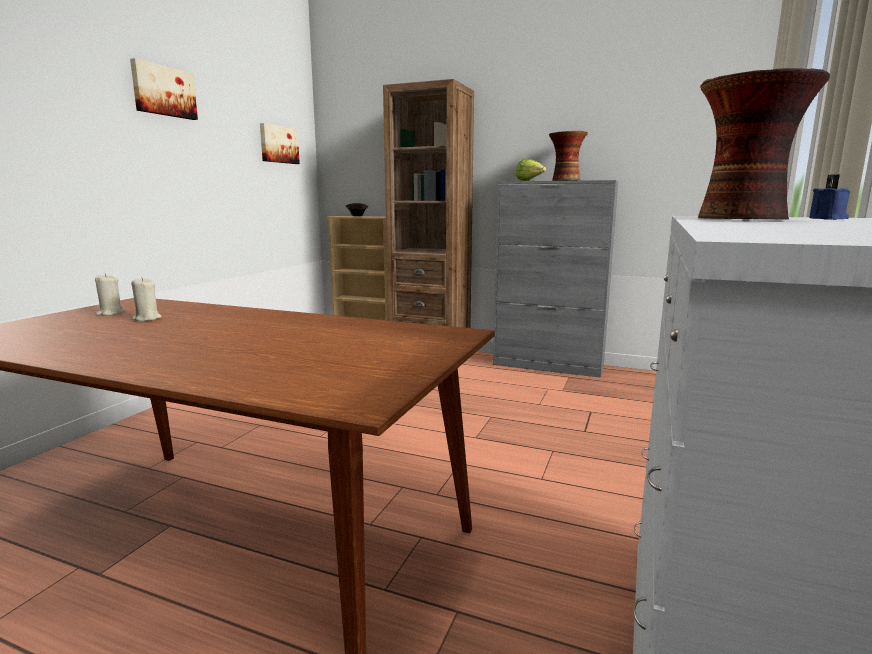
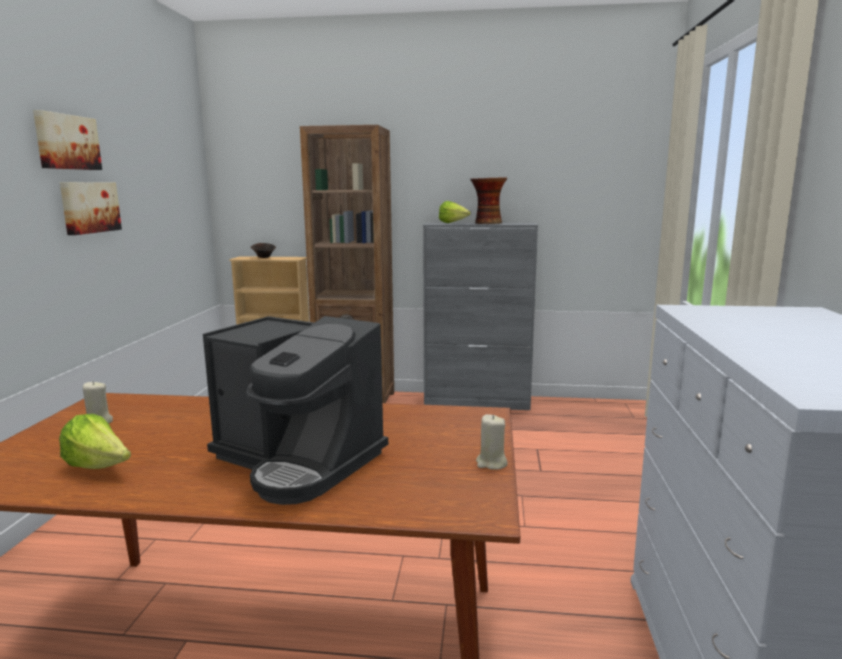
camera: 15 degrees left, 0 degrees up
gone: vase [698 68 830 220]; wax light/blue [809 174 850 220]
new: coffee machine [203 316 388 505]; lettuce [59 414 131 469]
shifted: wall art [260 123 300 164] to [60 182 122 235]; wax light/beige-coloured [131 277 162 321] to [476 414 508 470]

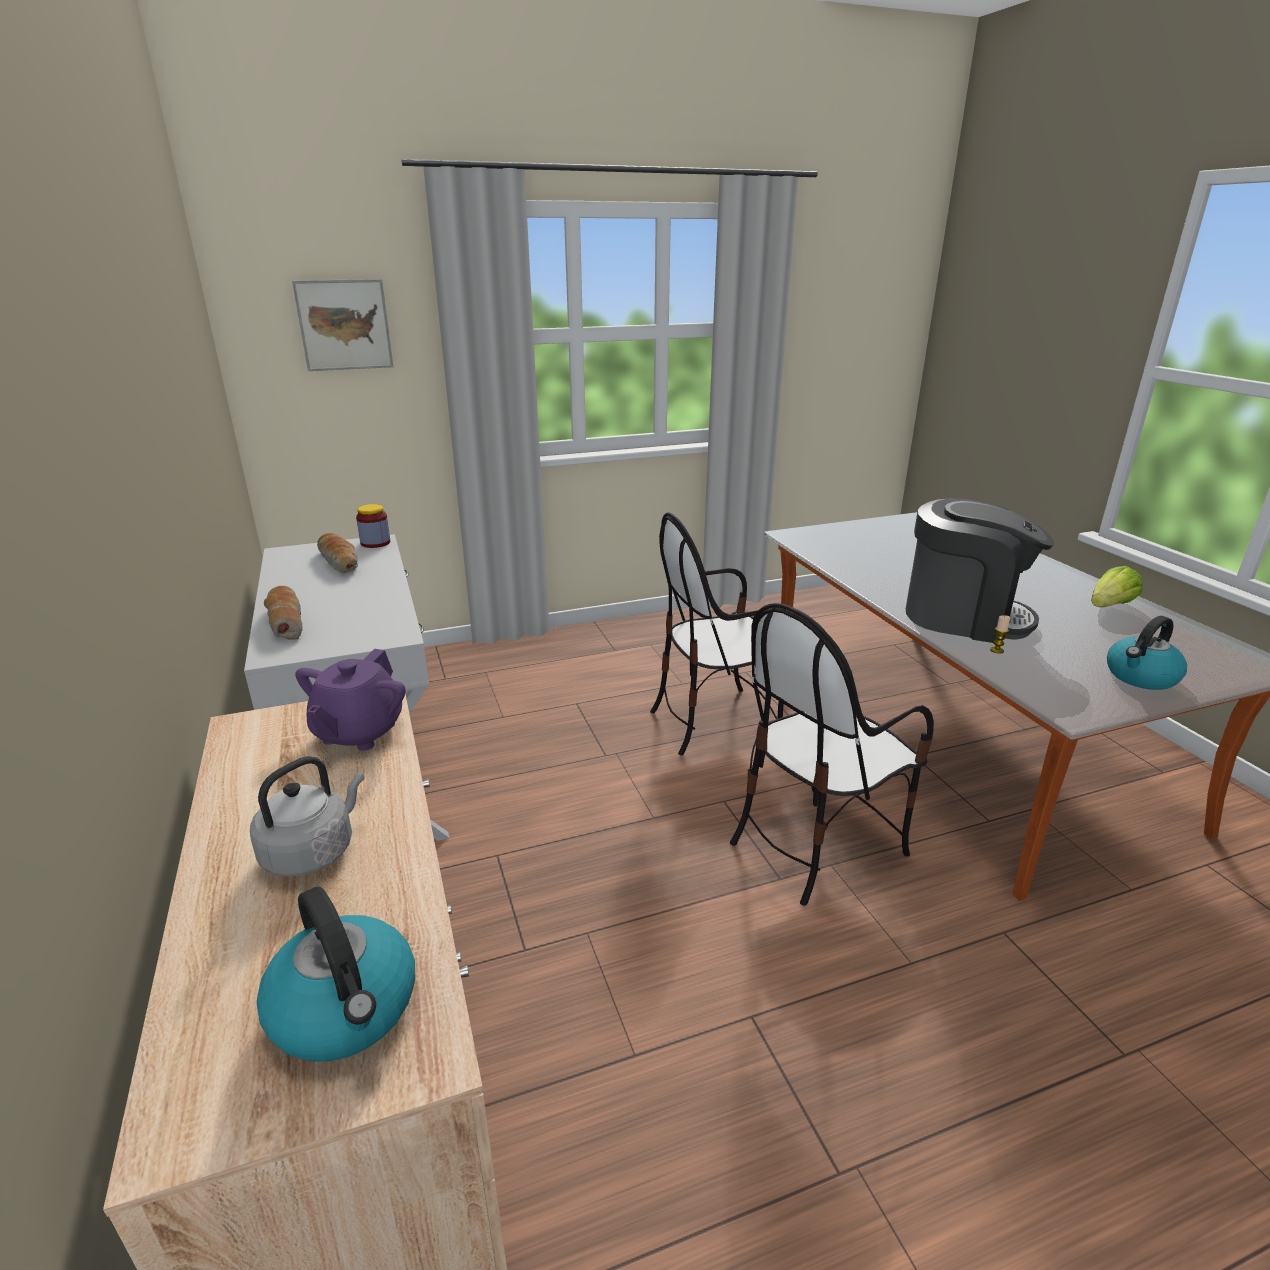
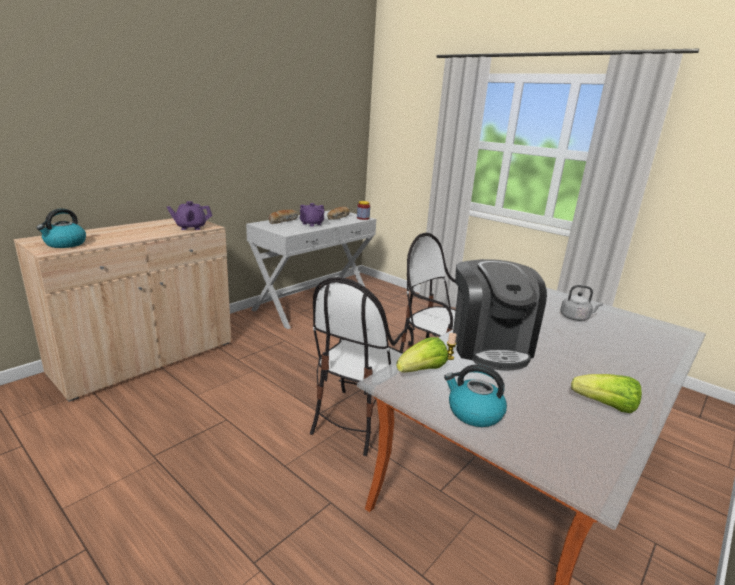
camera: 60 degrees right, 5 degrees down
gone: wall art [292 279 393 371]
new: pot for tea/purple [300 203 325 227]; lettuce [396 337 448 372]
shifted: tea kettle/greyish [250 756 365 877] to [561 285 603 321]
rotated: upright chair [730 603 934 906] = [310 277 414 456] 90 degrees counterclockwise

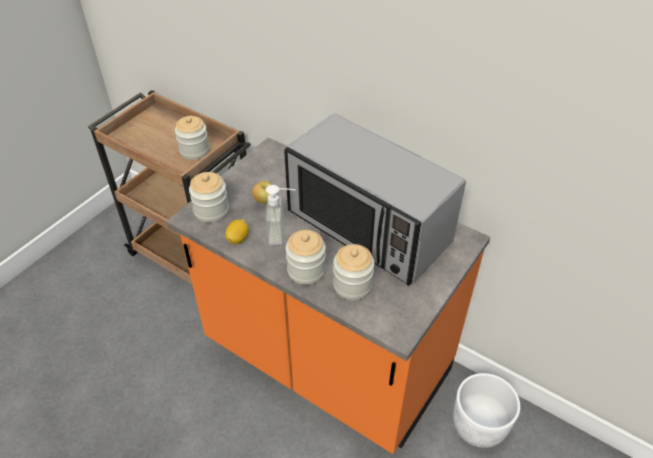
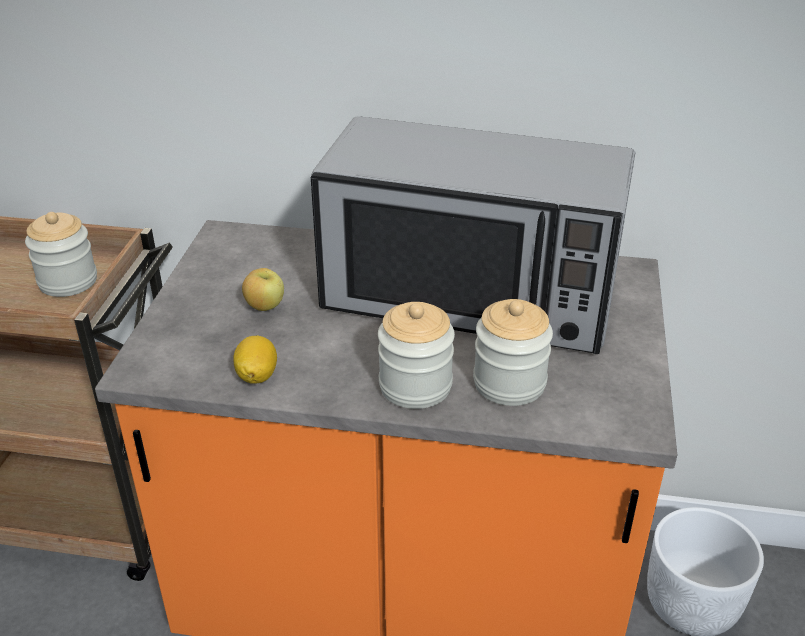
camera: 25 degrees left, 10 degrees down
gone: storage jar [189 172 229 223]; soap dispenser [266 185 296 245]

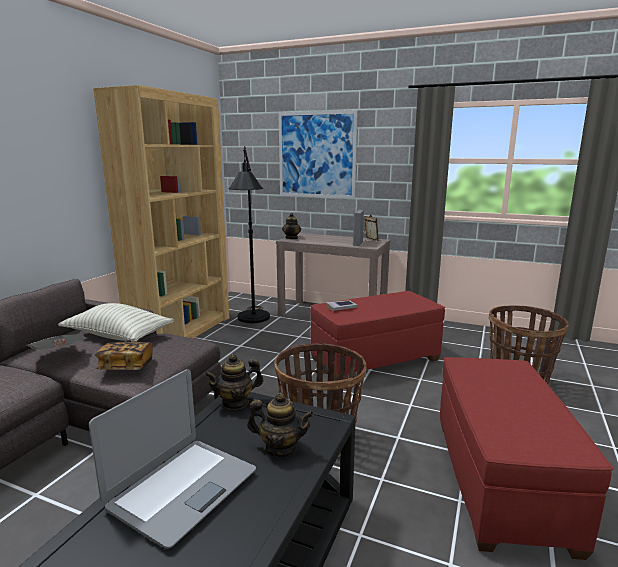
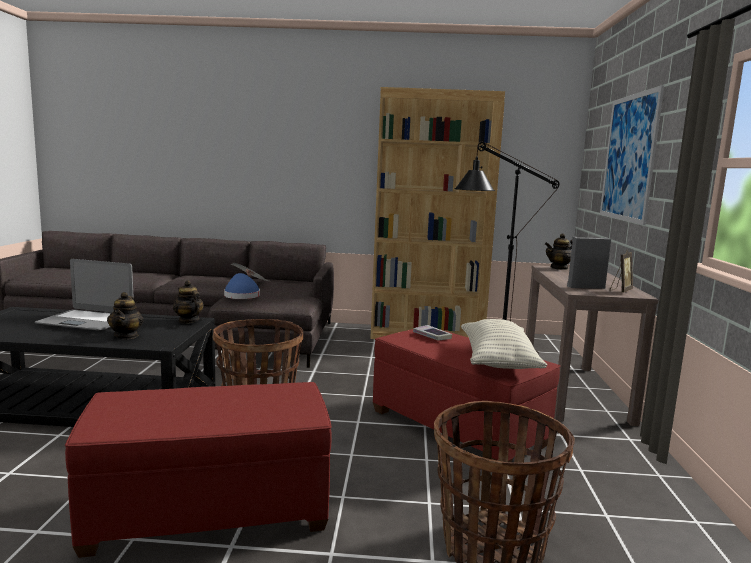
camera: 70 degrees right, 5 degrees down
shifted: cushion [58 303 174 342] to [461 319 547 369]
swapped: bound book [95 342 153 370] to wearable hat/blue [224 273 260 299]

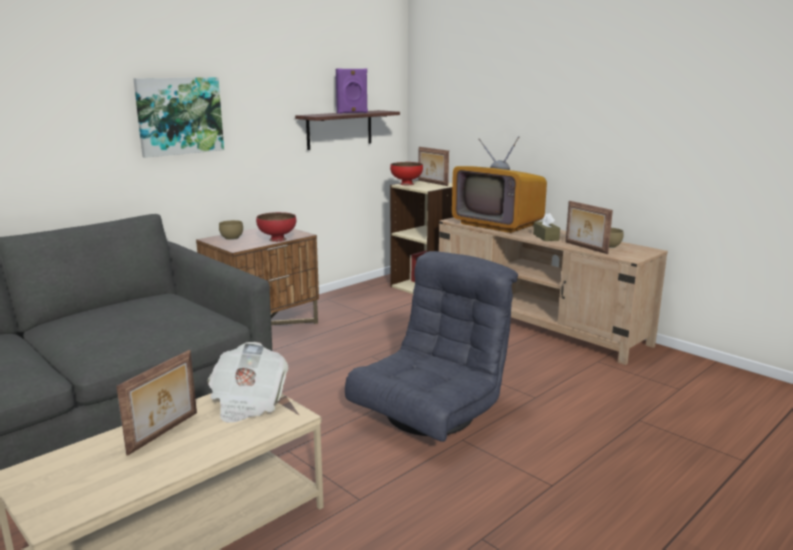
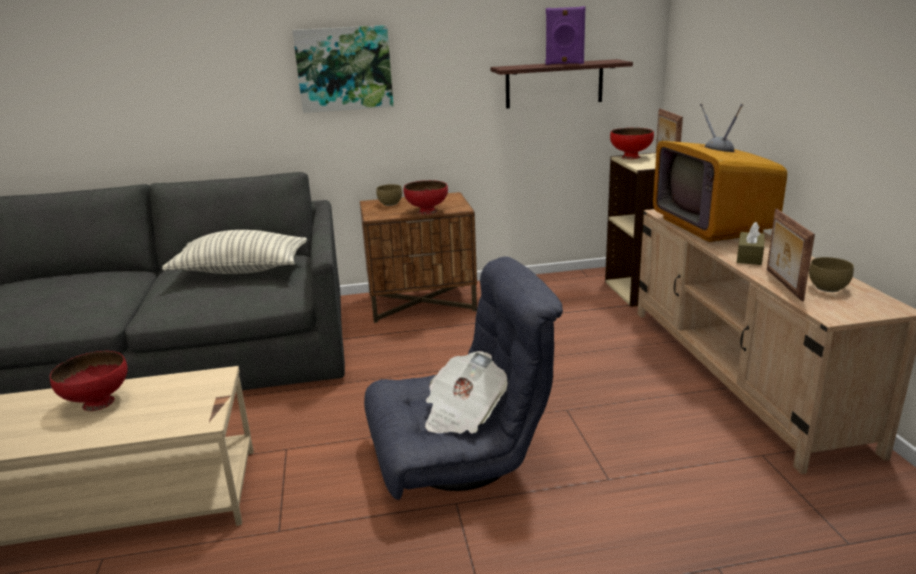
camera: 35 degrees right, 5 degrees up
new: cushion [162 230 307 274]
shifted: printed paper [208 342 289 423] to [425 351 508 434]
swapped: photo frame [116 350 197 456] to serving bowl/red [50 351 128 411]

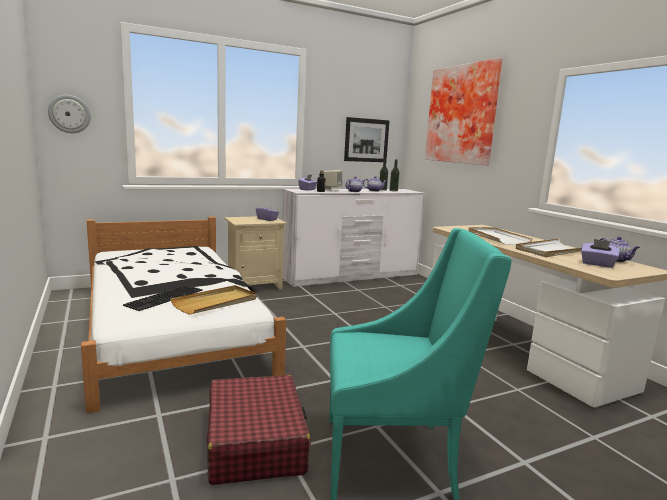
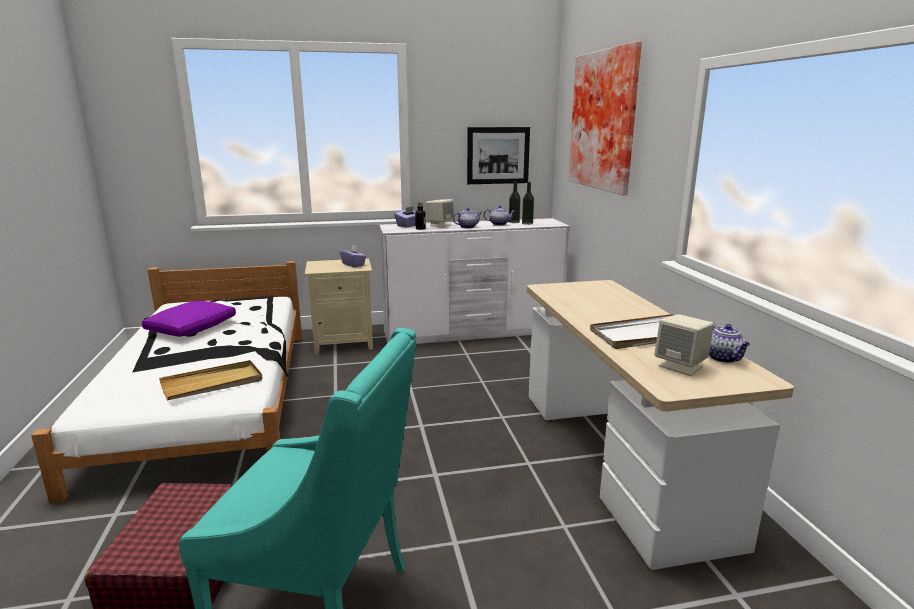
camera: 15 degrees right, 5 degrees up
gone: wall clock [48 95 91 133]; serving tray/whitish [468 227 533 245]; PC keyboard [123 285 203 311]
new: cushion/purple [142 301 236 337]
swapped: box of tissues/purple [581 239 620 268] to audio speaker/beige-coloured [654 314 714 376]

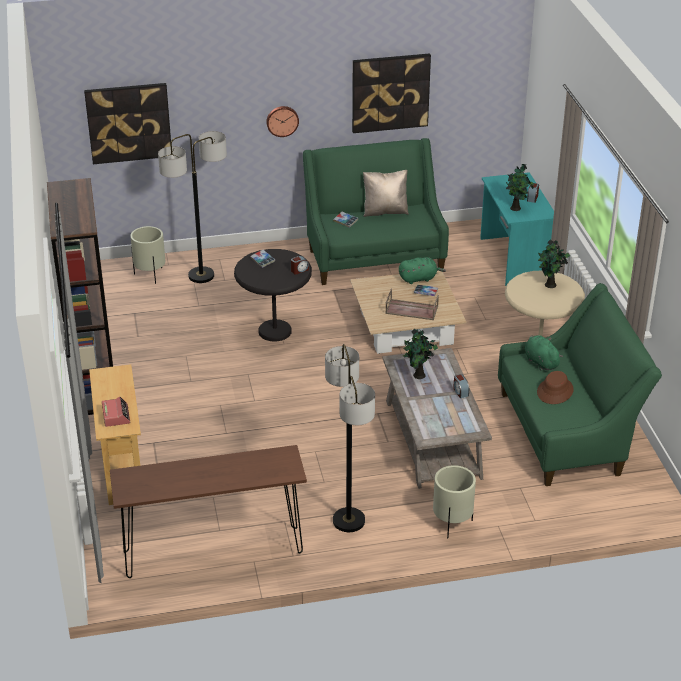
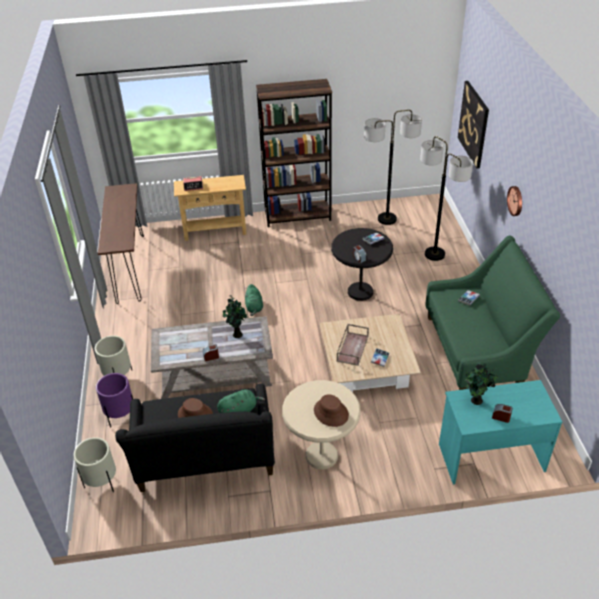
camera: 95 degrees right, 5 degrees up
gone: wall art [352 53 431 133]; cushion/beige-coloured [363 170 409 217]
new: flower pot/purple [96 373 133 428]
shifted: flower pot/beige-coloured [130 226 165 284] to [74 437 116 492]; soft toy/green [399 257 446 284] to [245 284 263 316]; standing lamp [325 344 375 532] to [364 110 422 225]
swapped: potted plant [538 239 570 288] to wearable hat/brown [314 394 349 427]
repainted: settee/green [498 283 662 486] to settee/blackish [115 384 275 492]

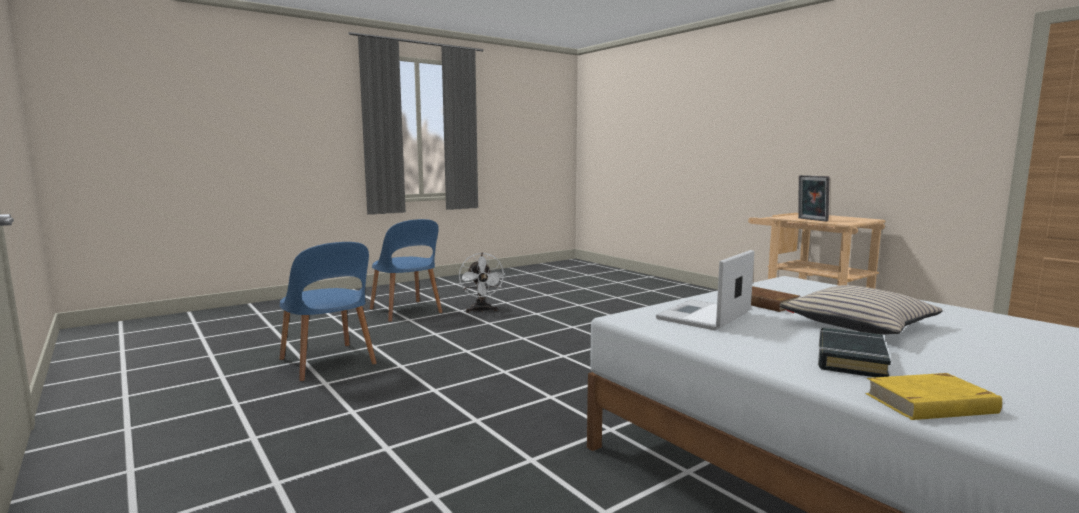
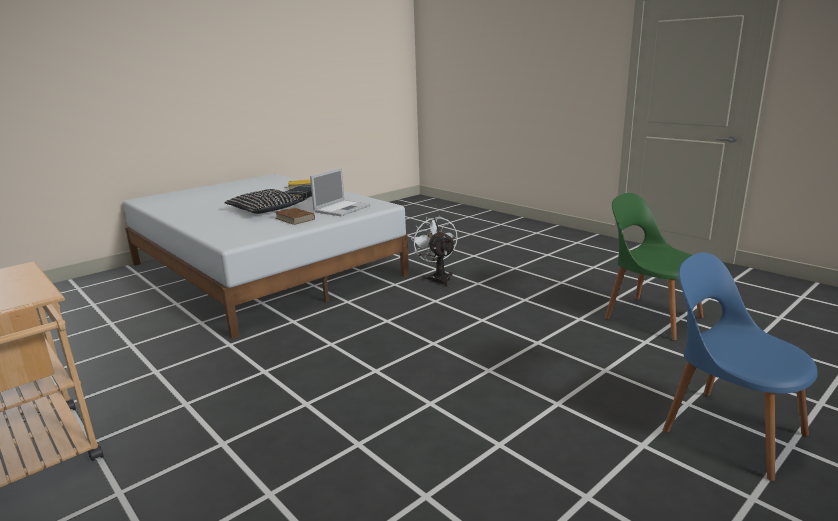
camera: 175 degrees right, 10 degrees up
gone: photo frame [798 175 829 222]
shifted: cooling fan/whitish [459 253 504 313] to [411 216 458 287]
repainted: upright chair/blue [279 242 377 382] to upright chair/green [605 193 704 341]; cushion/beige-coloured [779 285 942 335] to cushion/blackish [224 189 306 214]

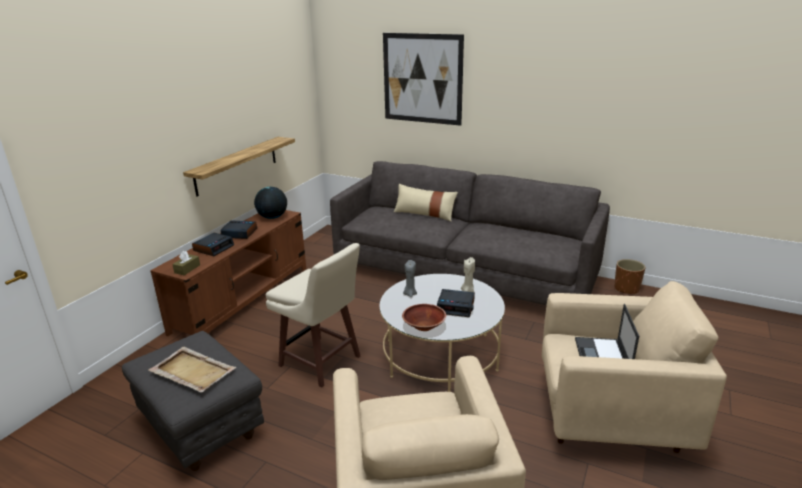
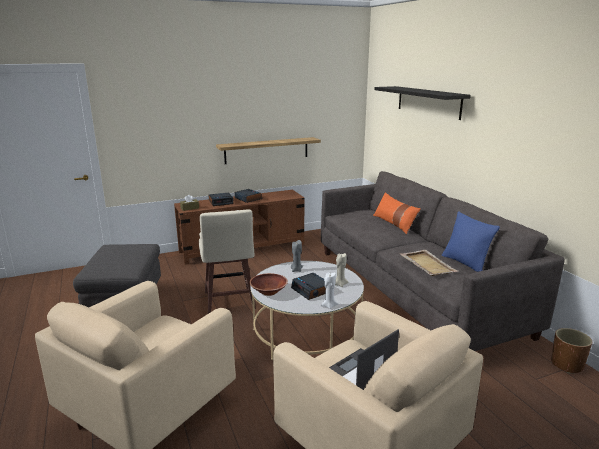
camera: 40 degrees right, 5 degrees down
gone: globe [254 187 287 219]
new: cushion/blue [442 211 500 272]; wax light/whitish [321 272 338 309]
shifted: serving tray/beige-coloured [148 347 236 392] to [400 250 457 276]
swapped: wall art [383 33 464 126] to shelf/blackish [374 86 471 120]
repainted: cushion/beige-coloured [394 184 458 221] to cushion/orange [373 192 421 234]

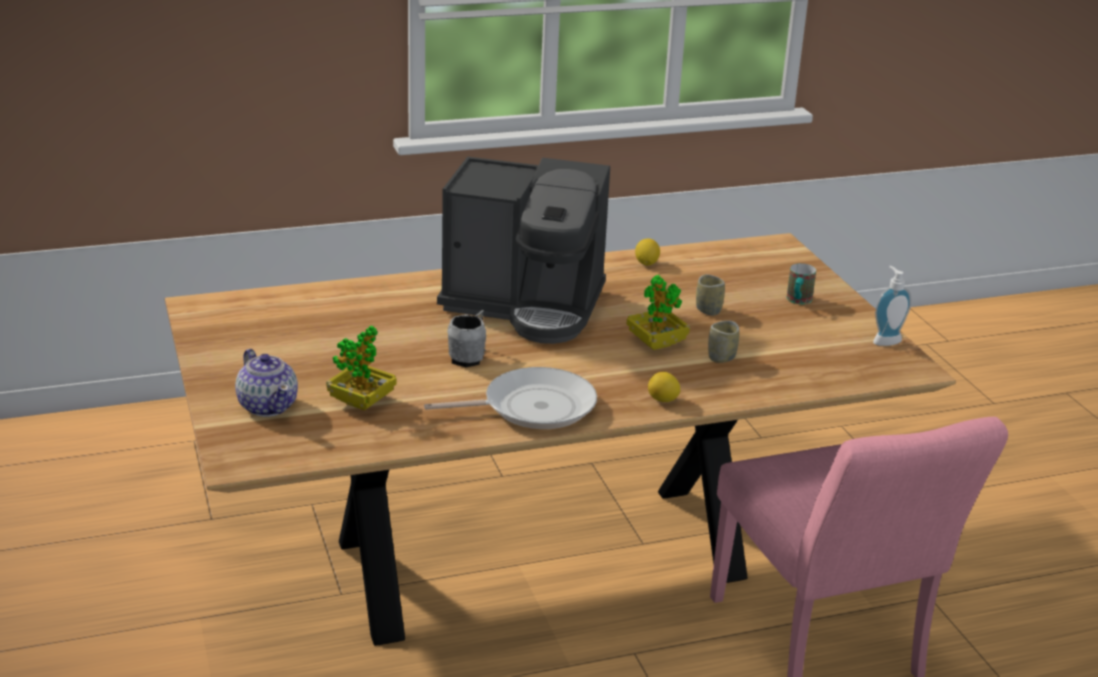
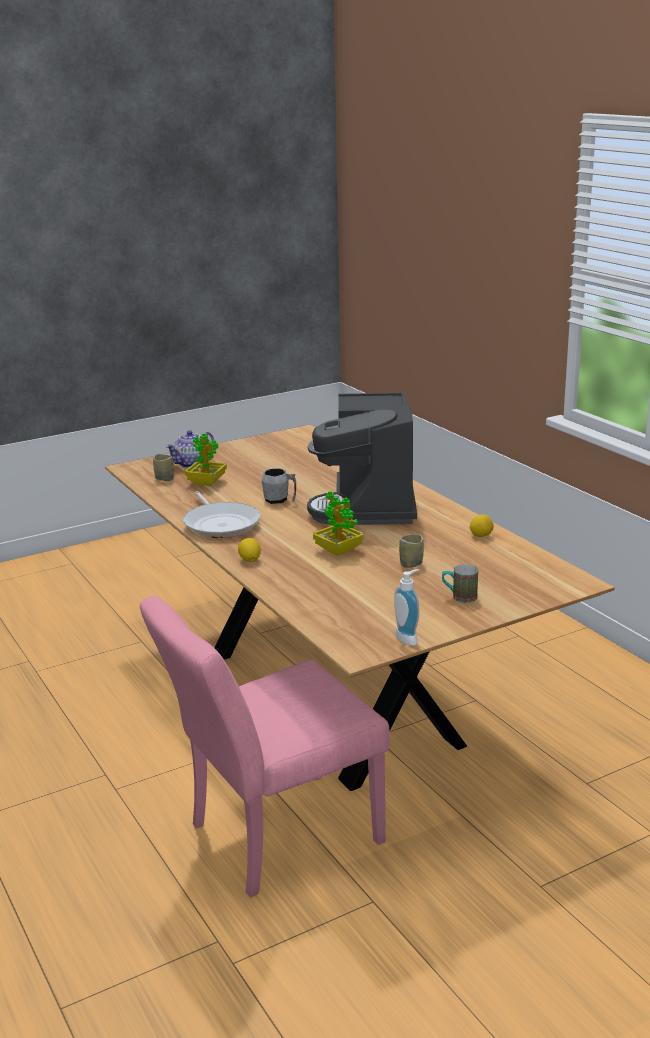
camera: 80 degrees right, 5 degrees down
shifted: drinking cup [708 321 739 363] to [153 454 174 481]

